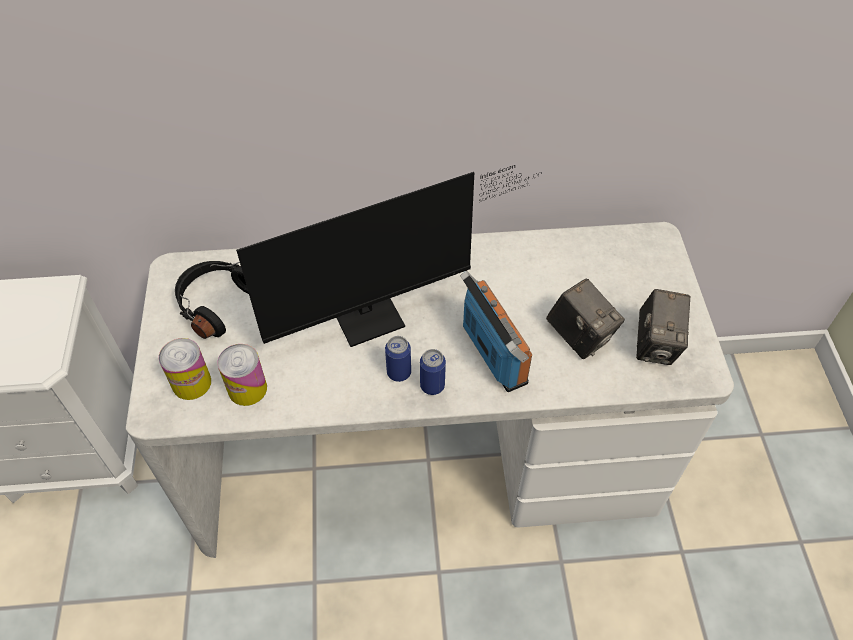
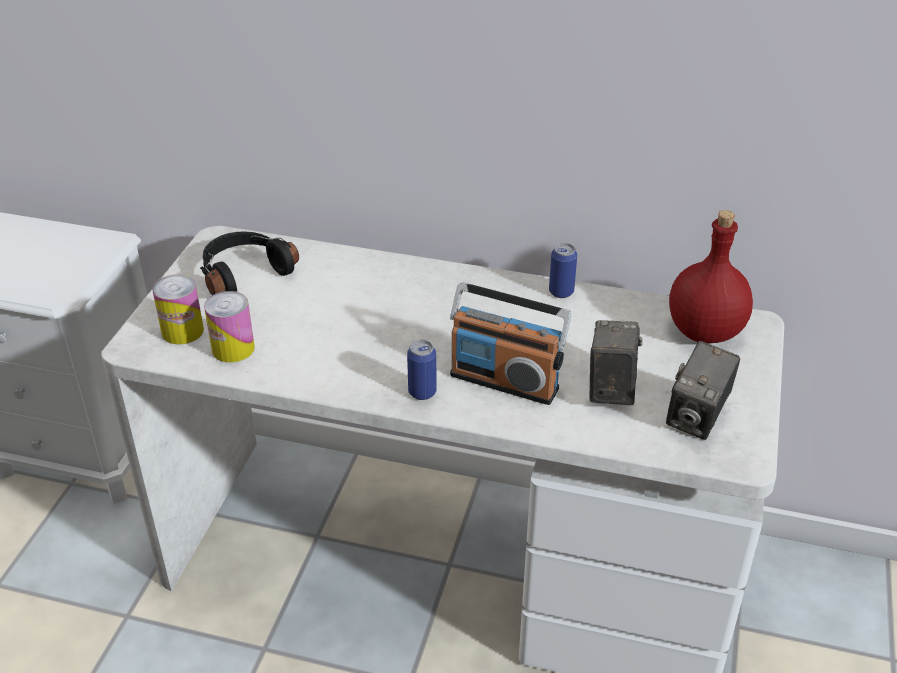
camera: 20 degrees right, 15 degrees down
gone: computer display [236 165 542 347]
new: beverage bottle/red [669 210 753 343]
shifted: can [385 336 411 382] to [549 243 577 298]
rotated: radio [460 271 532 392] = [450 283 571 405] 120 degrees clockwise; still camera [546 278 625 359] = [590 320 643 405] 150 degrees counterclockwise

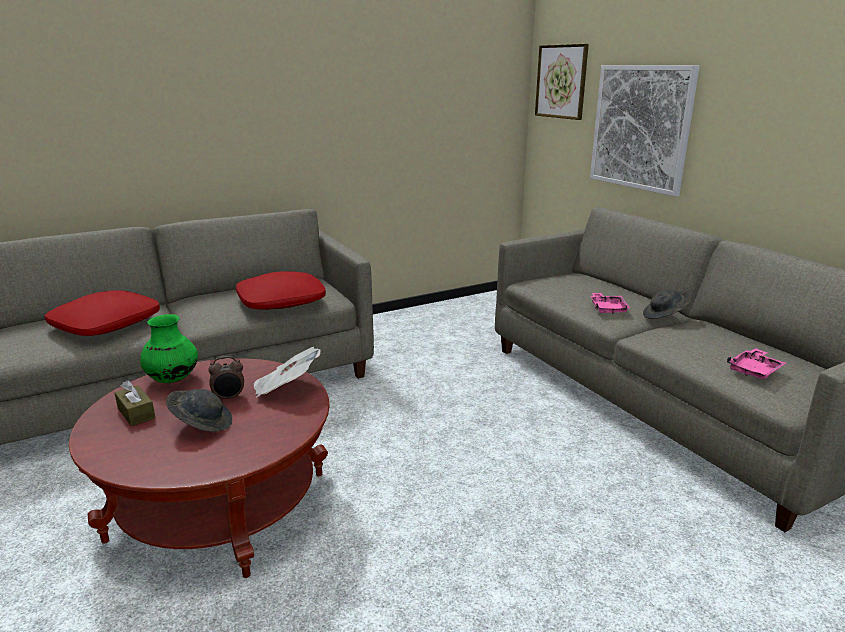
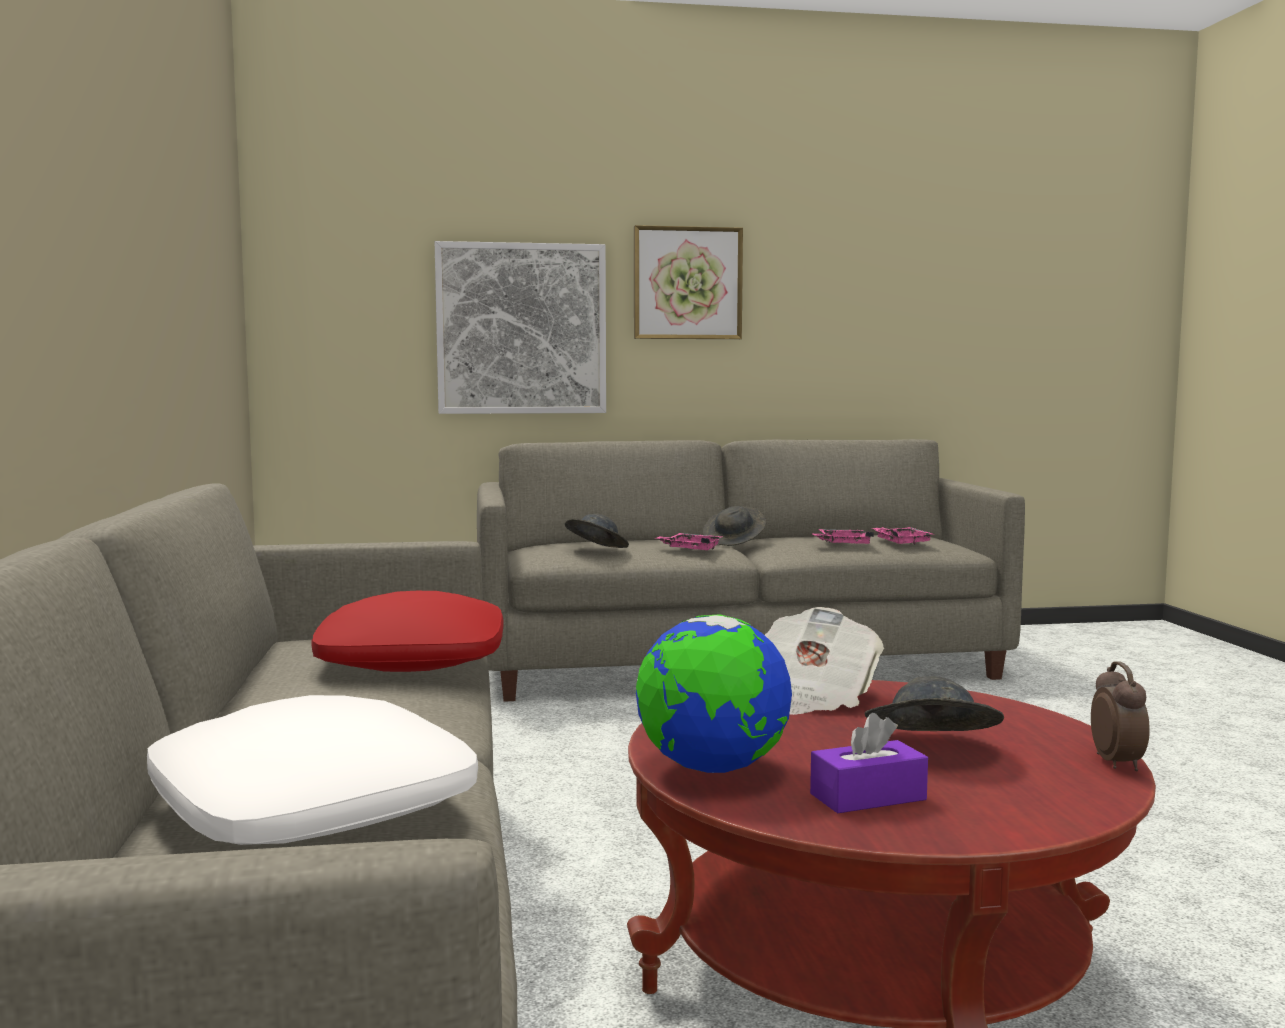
camera: 70 degrees left, 15 degrees down
new: wearable hat/greyish [565 514 629 548]; serving tray/pinkish [812 529 874 544]
shifted: wall art [535 44 589 120] to [634 225 743 339]; bedside clock [209 356 244 399] to [1091 662 1150 771]
swapped: vase/green [140 314 198 383] to globe [636 614 792 773]
repainted: cushion/red [45 290 160 336] to cushion/whitish [147 695 478 845]; box of tissues/brown [115 380 155 426] to box of tissues/purple [810 713 928 814]

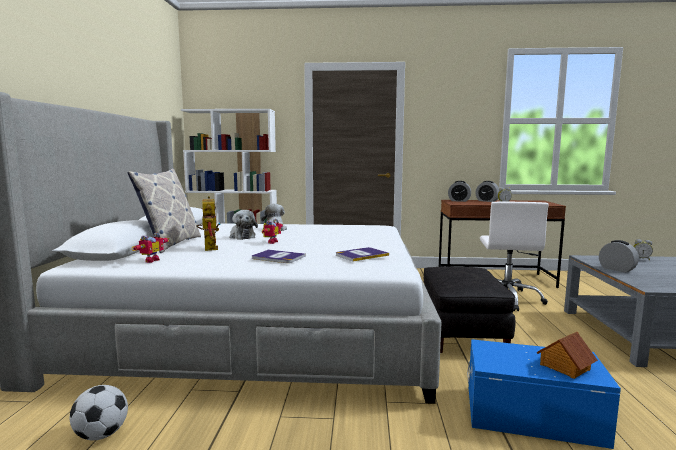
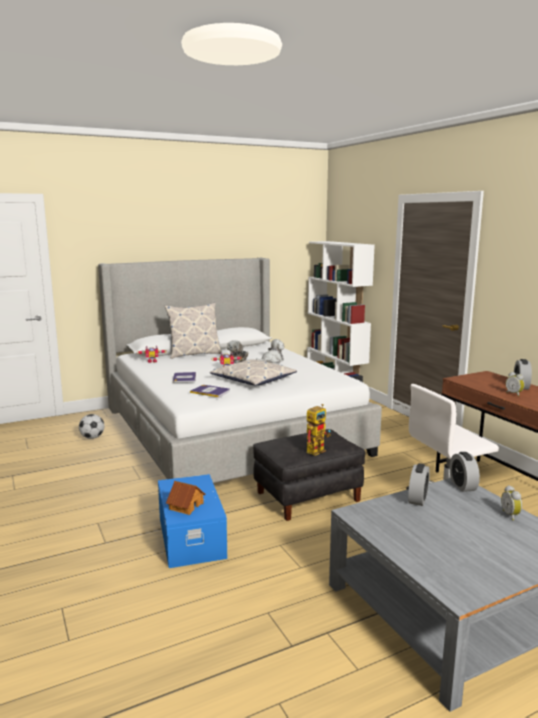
camera: 60 degrees right, 5 degrees up
new: cushion [210 359 297 386]
shifted: bedside clock [448 181 471 202] to [450 452 480 492]; toy robot [196 196 221 251] to [307 404 331 456]

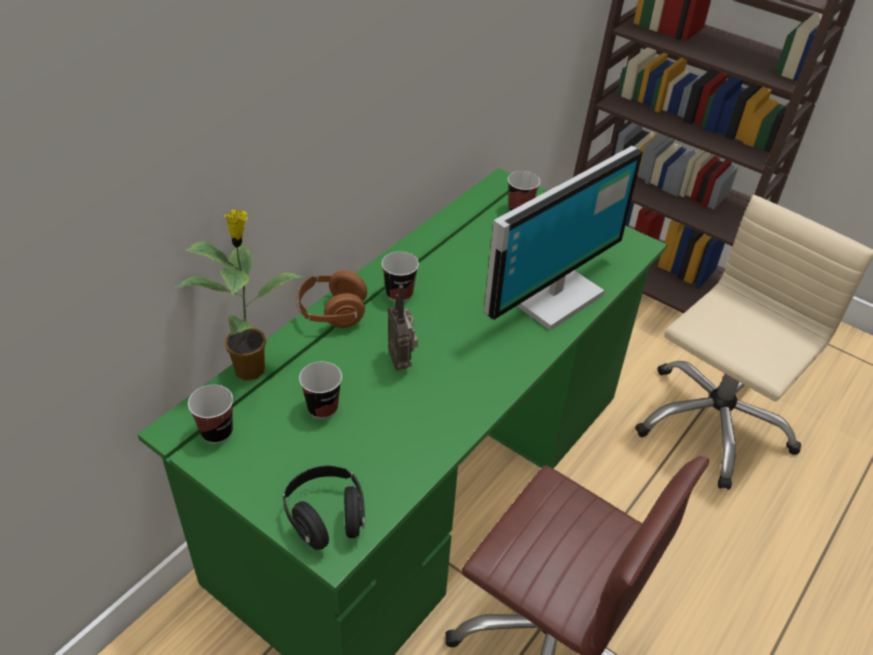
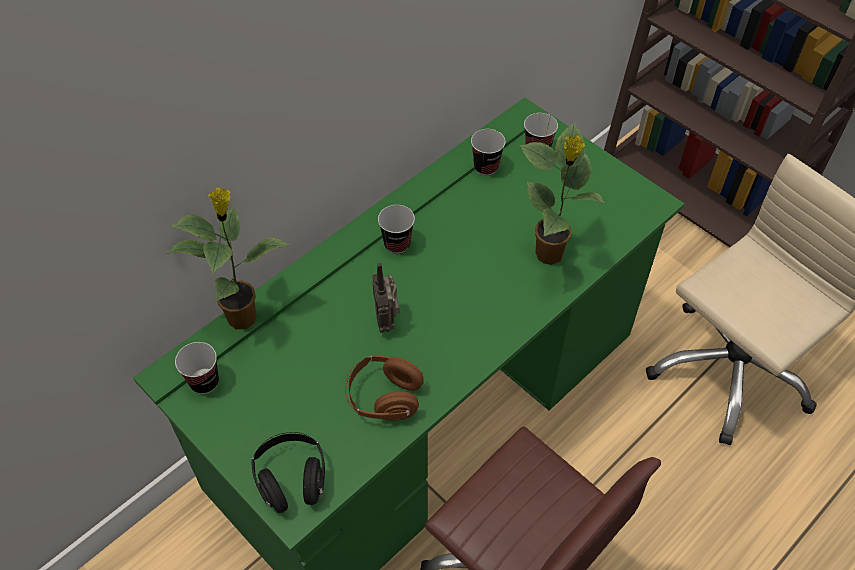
camera: 10 degrees right, 10 degrees up
shifted: pair of headphones/brown [295 270 367 328] to [345 356 424 421]; drinking cup [299 362 342 419] to [471 129 506 176]
swapped: computer display [484 146 643 330] to potted plant [520 121 605 265]

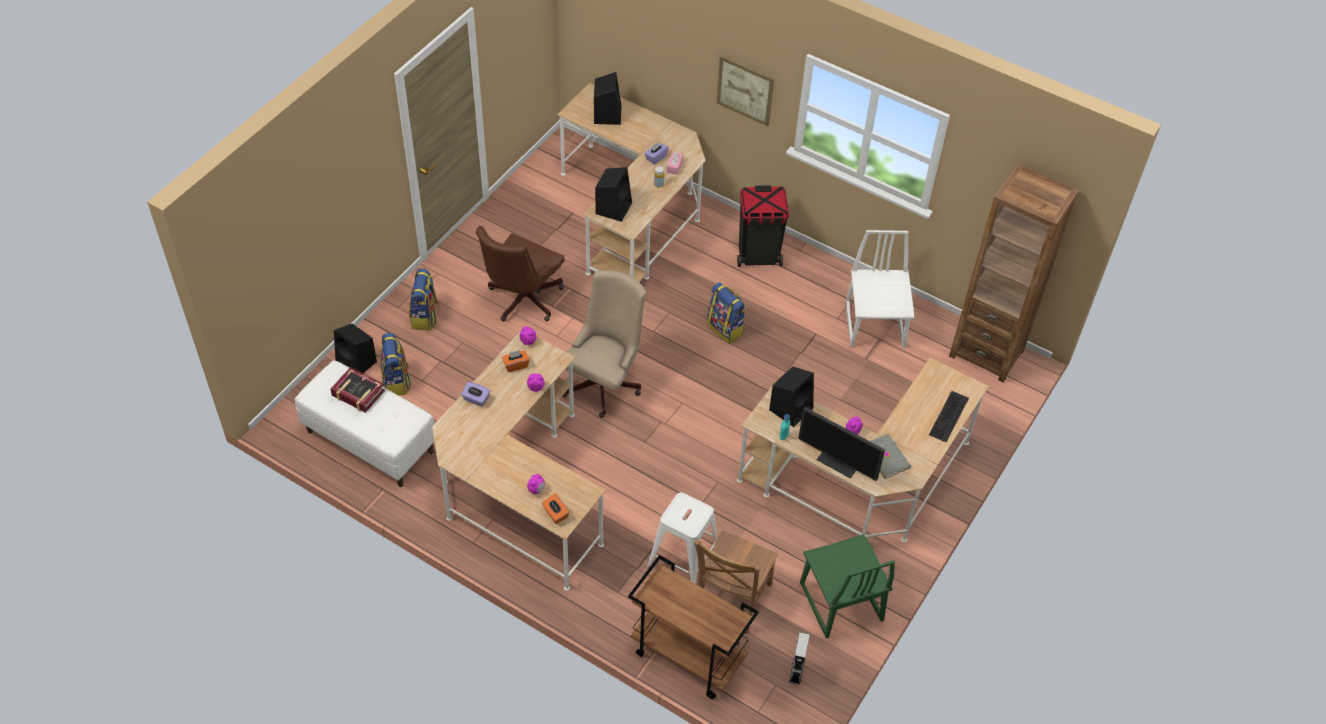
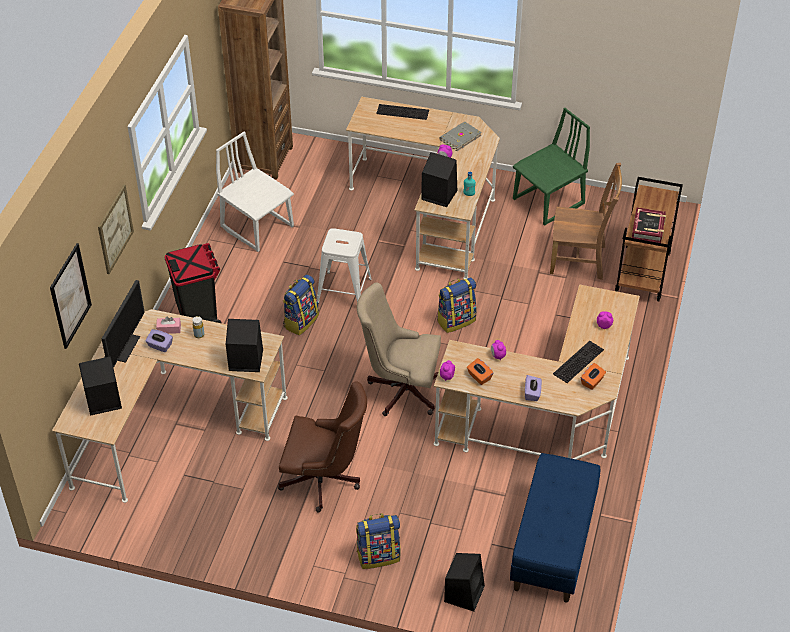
camera: 105 degrees left, 5 degrees down
gone: audio speaker/greyish [789 632 810 684]
new: wall art [50 243 92 349]; PC keyboard [553 341 604 383]
shifted: knapsack [380 333 411 396] to [437 277 477 333]; bound book [330 367 385 413] to [632 208 666 243]; computer display [798 407 885 481] to [102 280 145 368]; stool/whitish [647 492 717 584] to [317 228 372 304]; box of tissues/orange [542 494 569 524] to [581 363 606 390]
repainted: long seat/whitish [295 360 434 487] to long seat/blue [510 453 600 603]
rotated: upright chair/whitish [846 230 914 348] = [216 131 294 252] 60 degrees clockwise

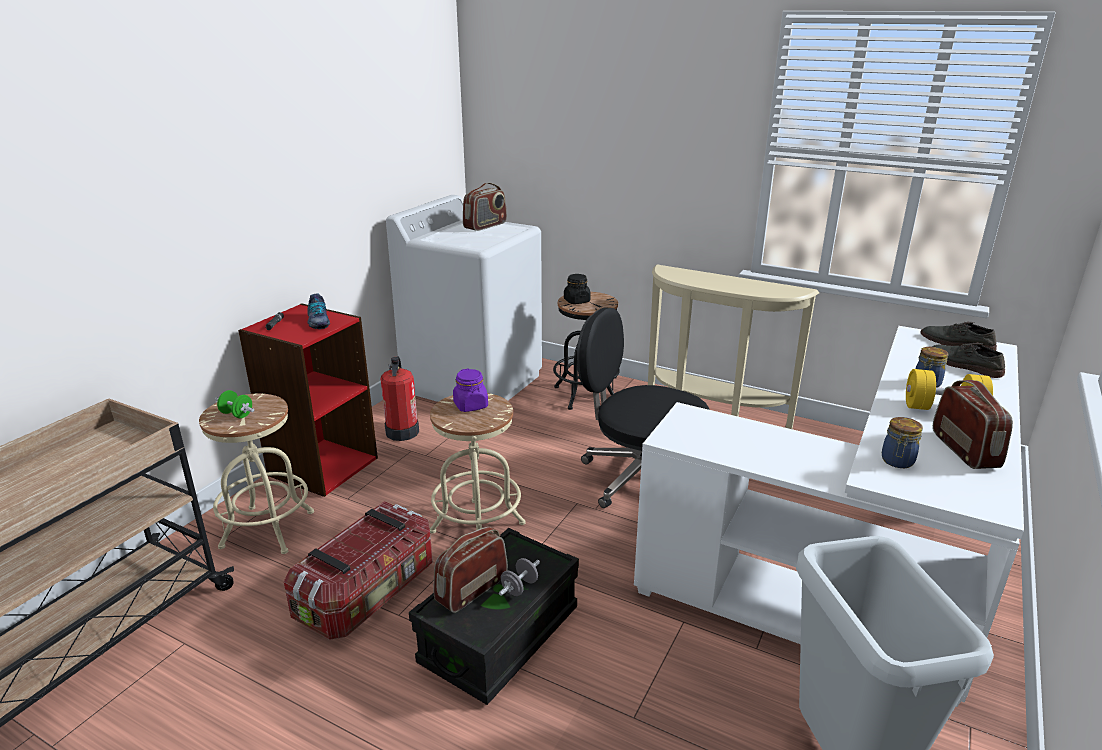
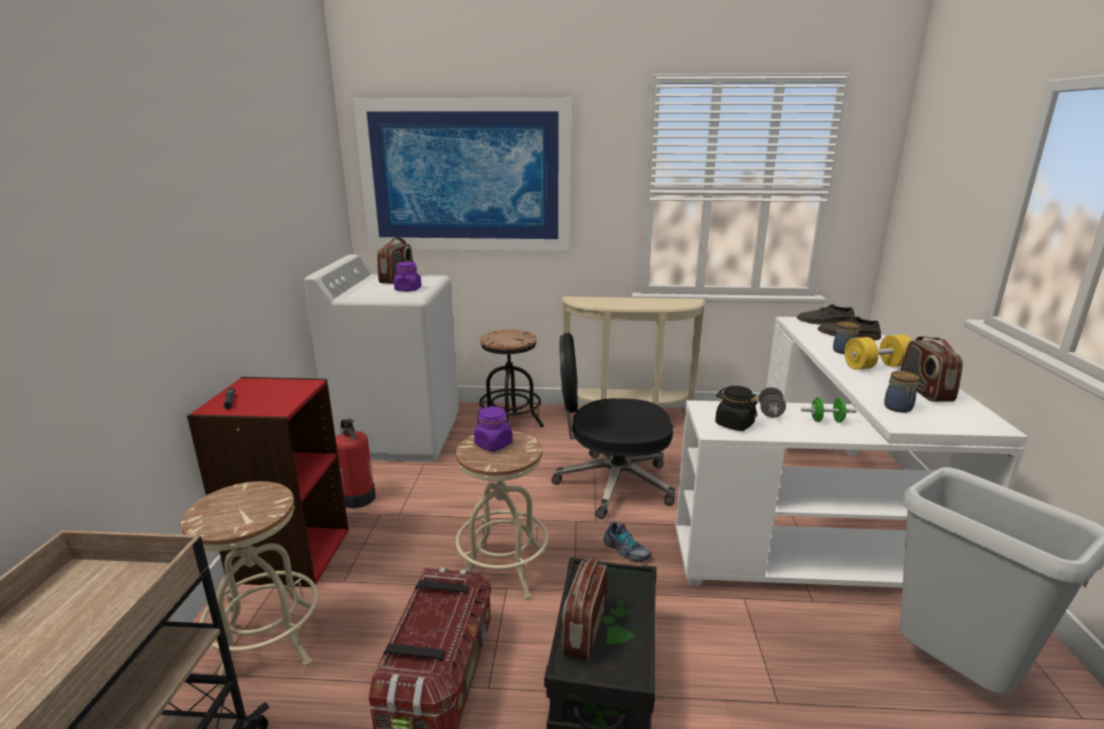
camera: 25 degrees left, 5 degrees down
new: wall art [353 98 572 251]; storage jar/purple [394 262 422 292]
shifted: storage jar/blackish [564 274 591 304] to [715 386 758 431]; shoe [307 294 330 329] to [603 521 651 562]; hand weight/green [215 390 254 418] to [801 397 857 423]; hand weight/greyish [499 558 540 596] to [759 387 786 418]
rotated: radio [933 380 1013 469] = [900 336 963 402] 150 degrees counterclockwise

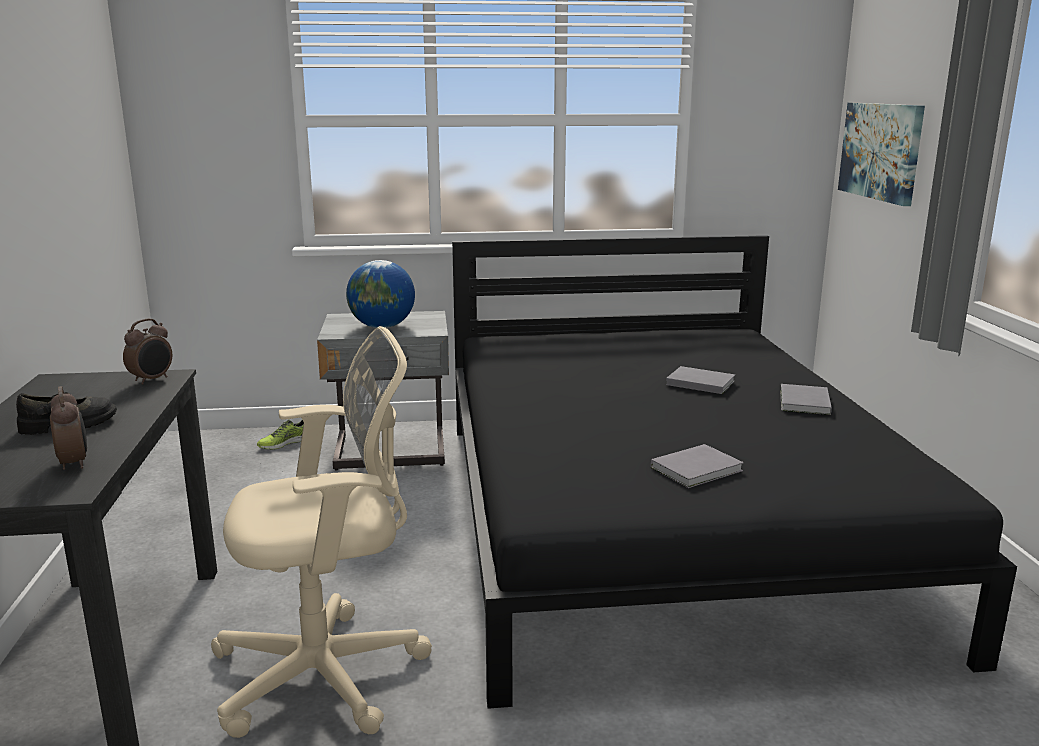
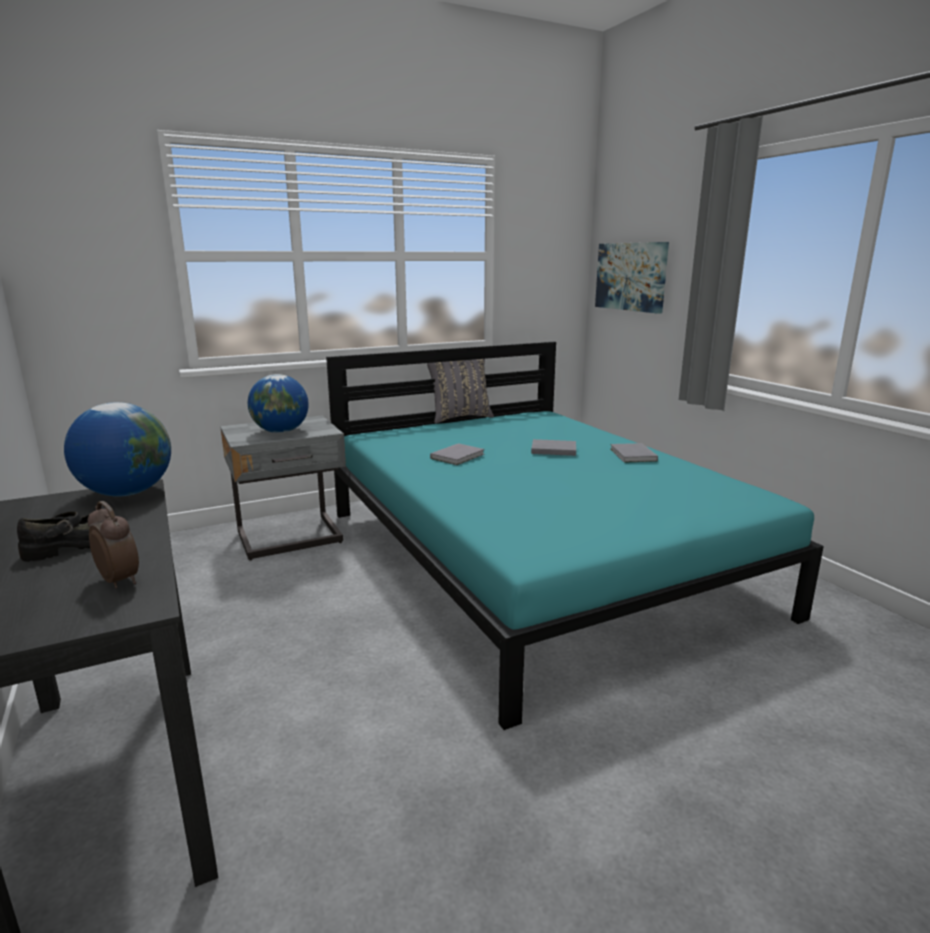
camera: 20 degrees left, 0 degrees up
gone: desk chair/beige-coloured [211 326 432 738]; shoe [257 420 304 449]
new: cushion/greyish [427 359 494 424]
shifted: bound book/greyish [651 444 744 488] to [430 443 484 465]
swapped: bedside clock [123 318 172 385] to globe [64 402 171 497]
repainted: bedroom bed/blackish [452 235 1017 709] to bedroom bed/turquoise-coloured [326 341 824 730]

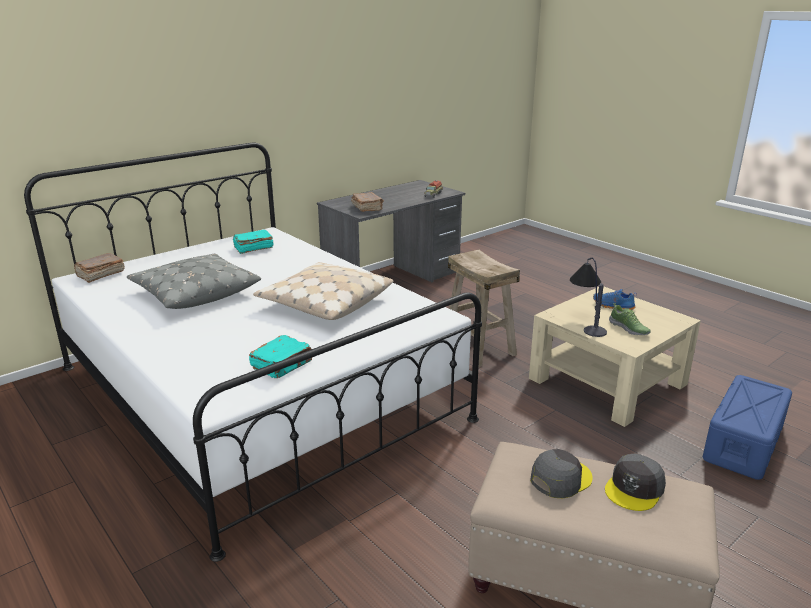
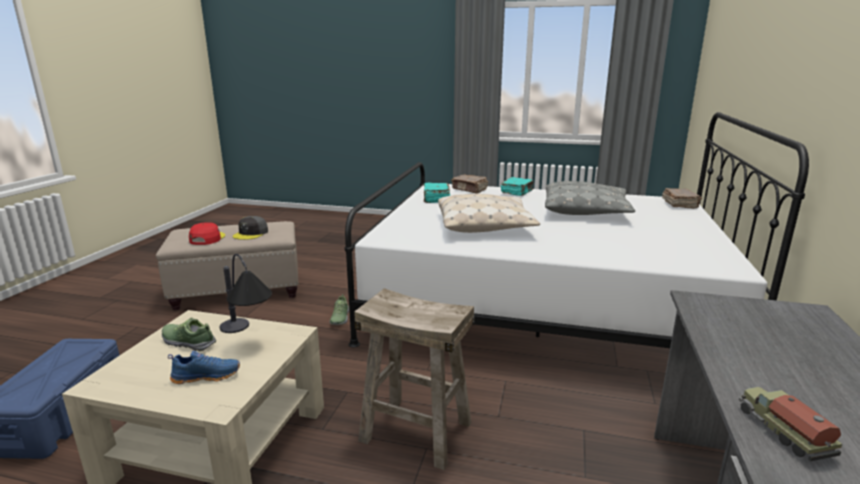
camera: 145 degrees right, 5 degrees down
new: shoe [330 294 349 325]
shifted: bound book/brown [351 192 384 212] to [451 175 488 193]; bound book/turquoise-coloured [233 230 274 254] to [501 177 533 196]
repainted: peaked cap/greyish [605 454 666 511] to peaked cap/red [189 222 225 245]

